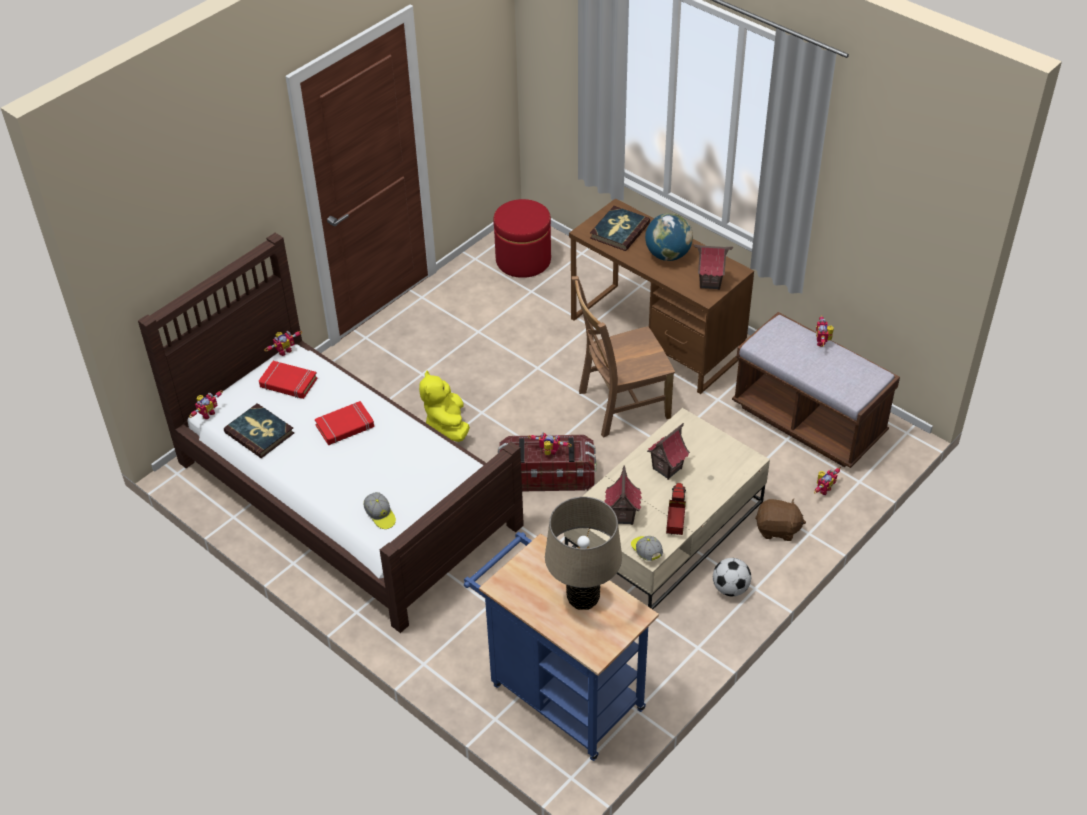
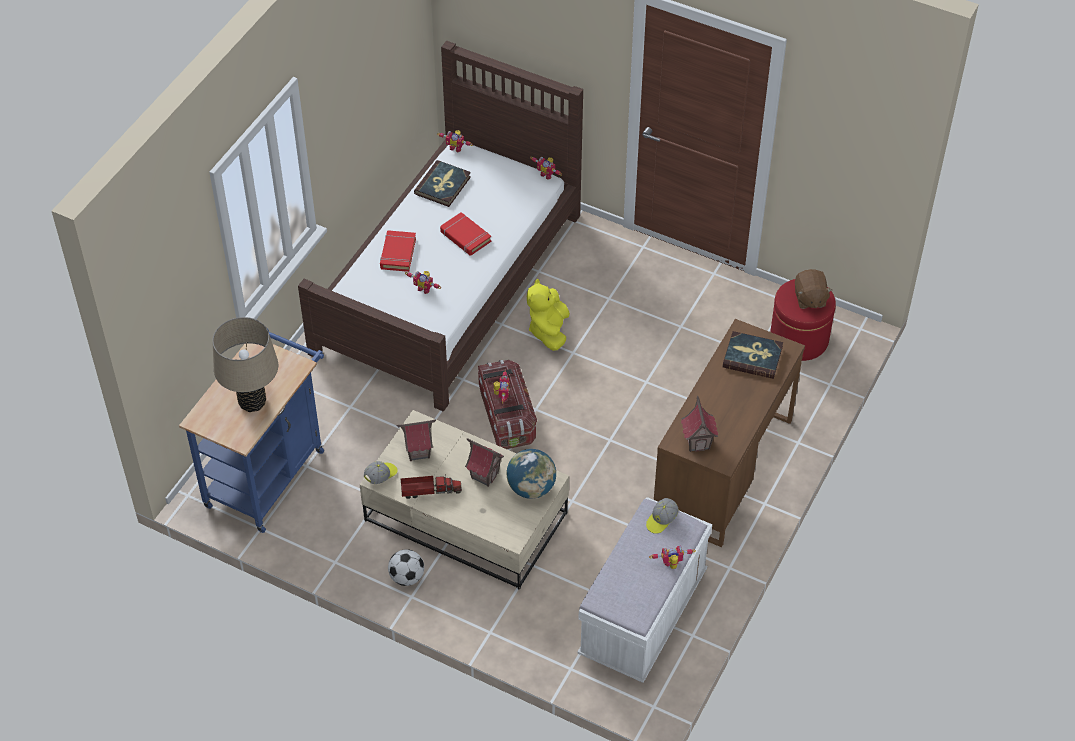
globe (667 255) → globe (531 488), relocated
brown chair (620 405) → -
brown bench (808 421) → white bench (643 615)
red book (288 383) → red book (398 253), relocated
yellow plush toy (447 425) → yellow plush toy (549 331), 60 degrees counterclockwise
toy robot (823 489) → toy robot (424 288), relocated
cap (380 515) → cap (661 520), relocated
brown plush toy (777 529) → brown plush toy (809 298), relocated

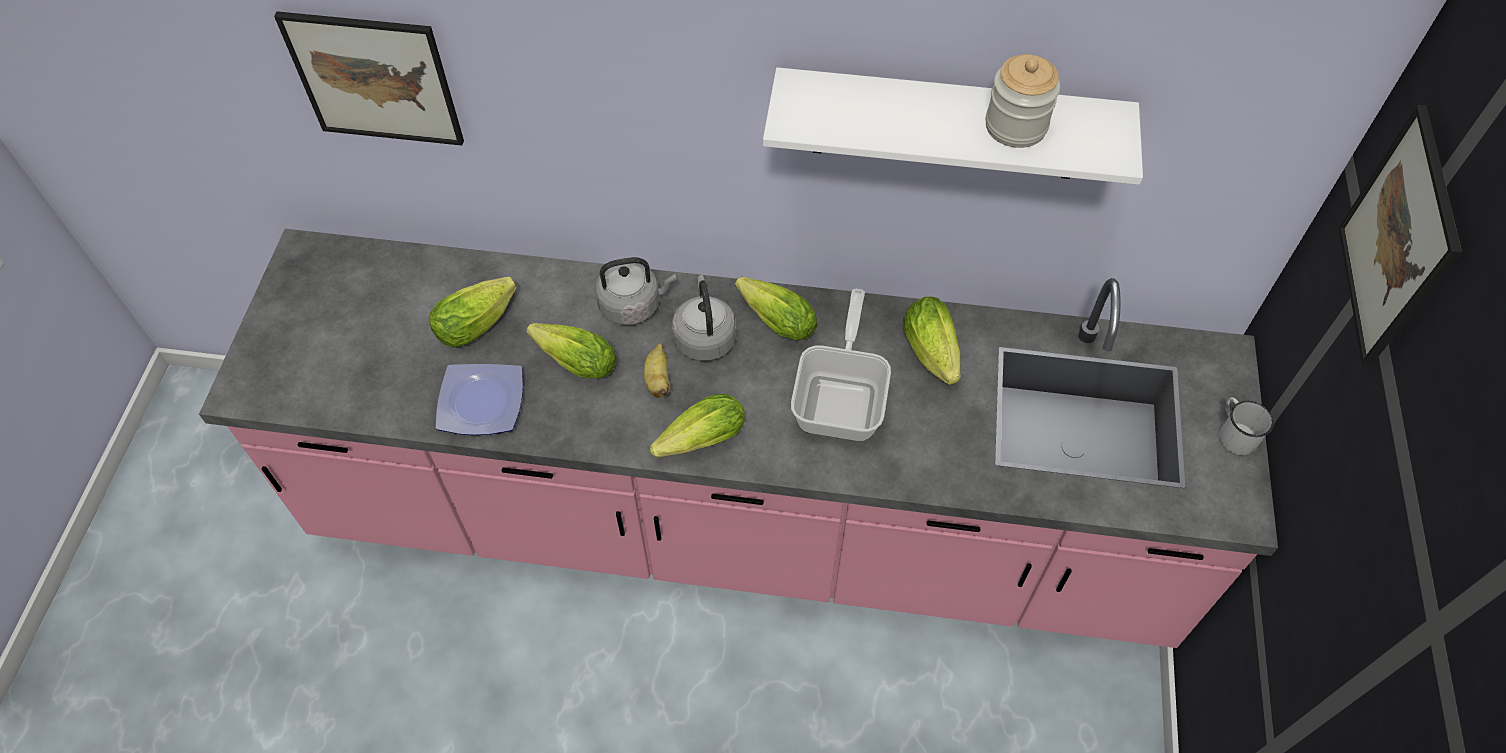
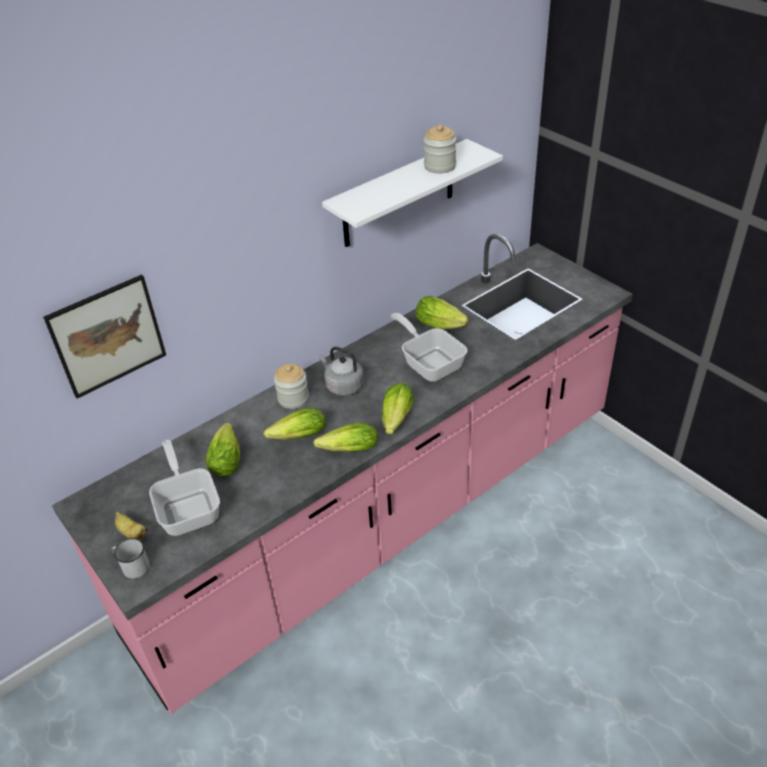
picture (1398 238) → -
grey kettle (633 305) → jar (293 398)
lettuce (773 319) → lettuce (346 450), relocated
banana (658 380) → banana (131 532), relocated
plate (483 401) → -
white mug (1234 434) → white mug (132 566), relocated
- → frying pan (189 507)

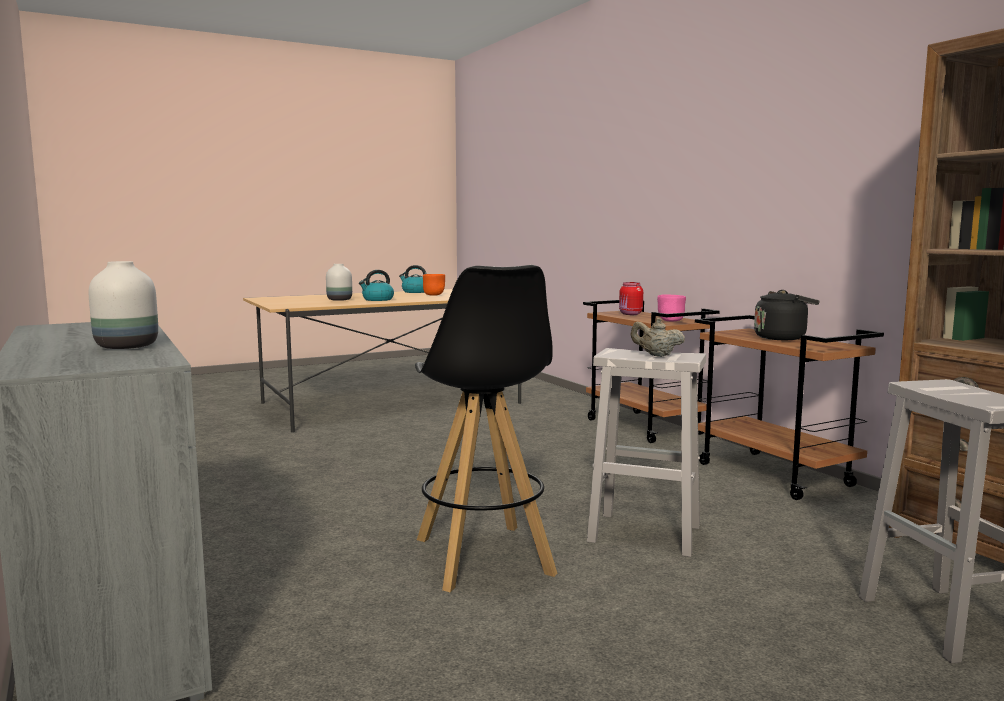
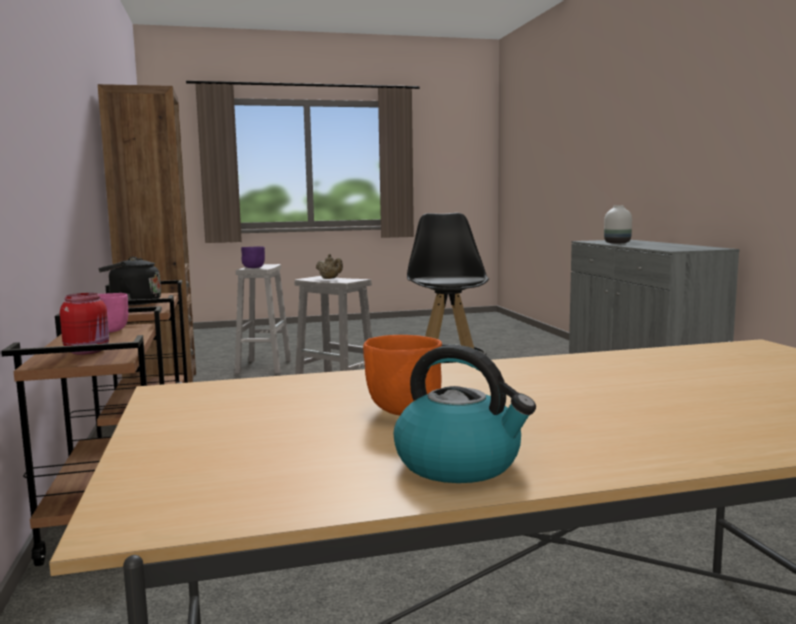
white vase (339 300) → -
kettle (377 299) → -
- → purple bowl (254 267)

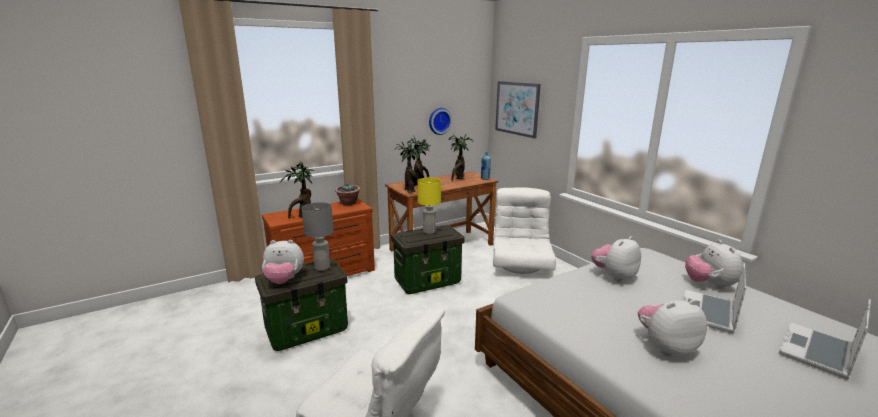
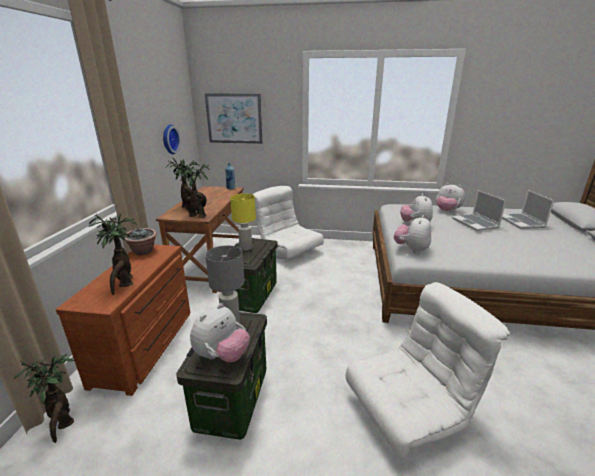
potted plant (458 178) → potted plant (63 423), relocated
plush toy (666 347) → plush toy (411 249), relocated

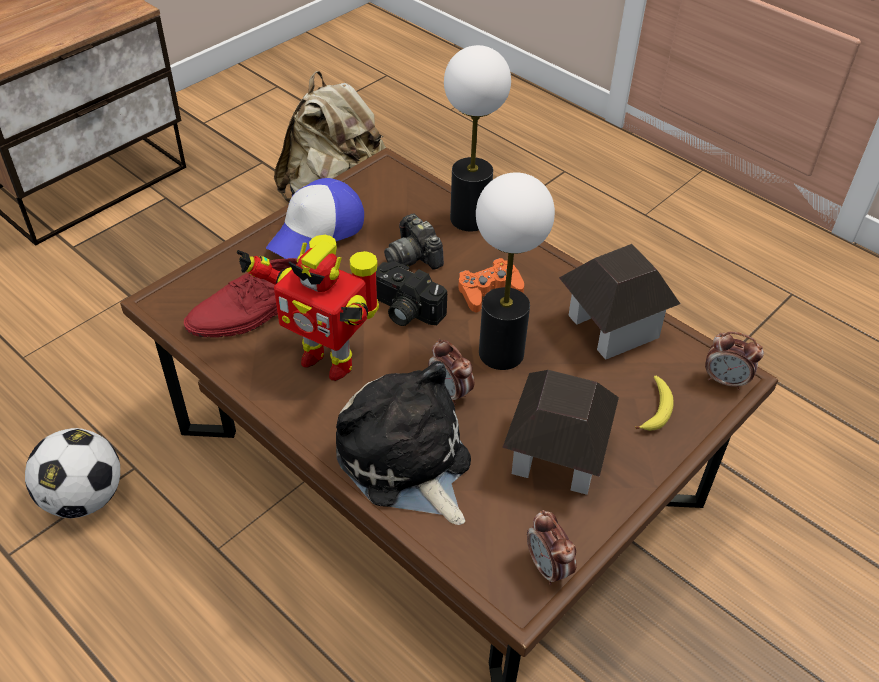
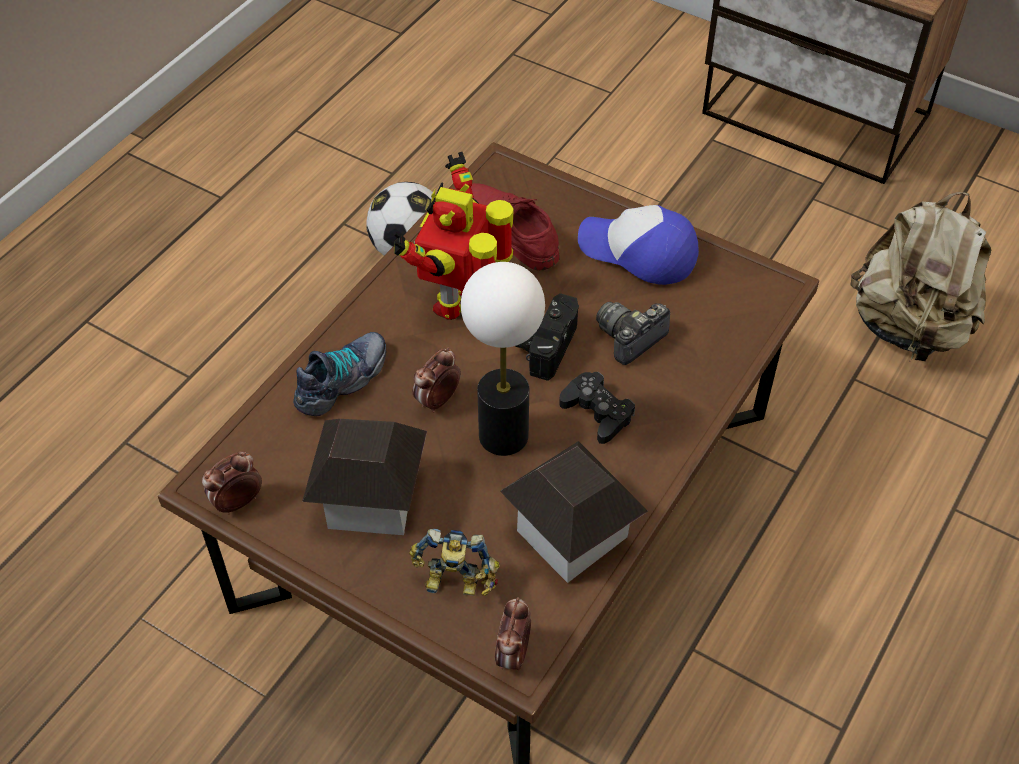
table lamp (470 218) → -
orange game controller (488 291) → black game controller (597 412)
plush toy (406 462) → shoe (343 381)
banana (656 409) → toy robot (454 585)

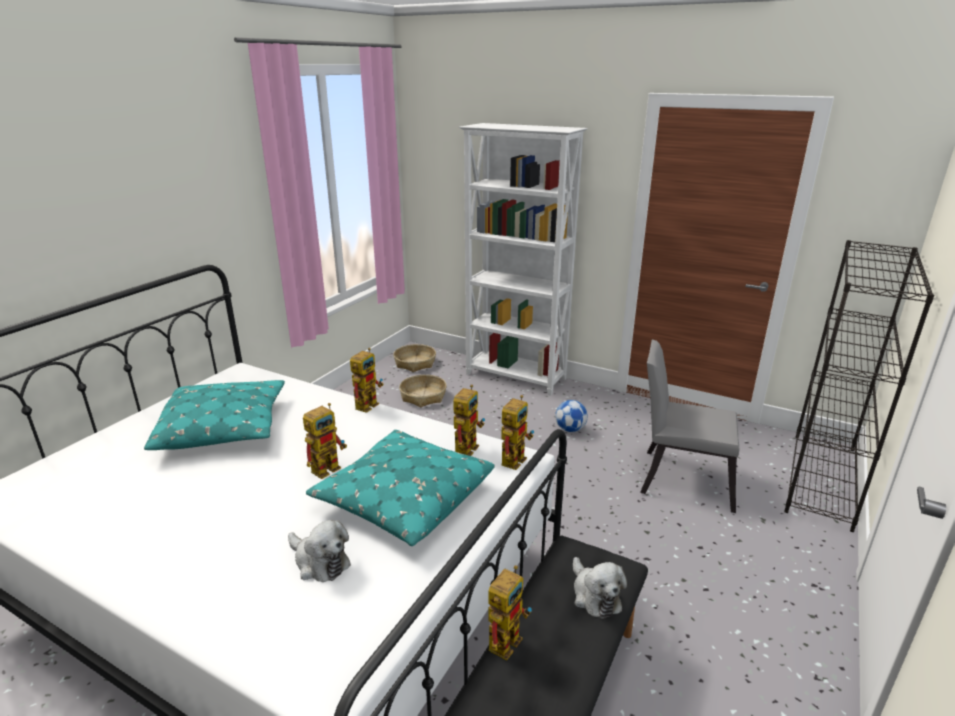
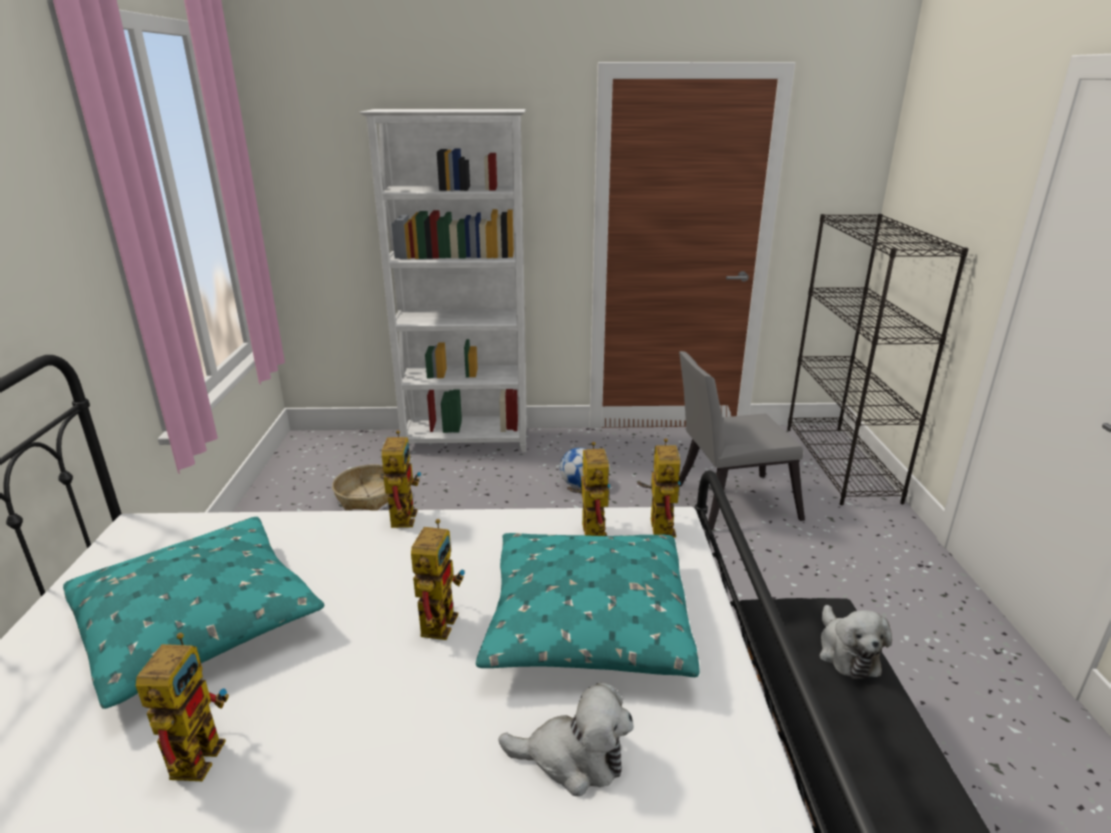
basket (415 363) → -
plush toy (594 595) → plush toy (846 652), 45 degrees clockwise
toy robot (506 637) → toy robot (199 748), relocated

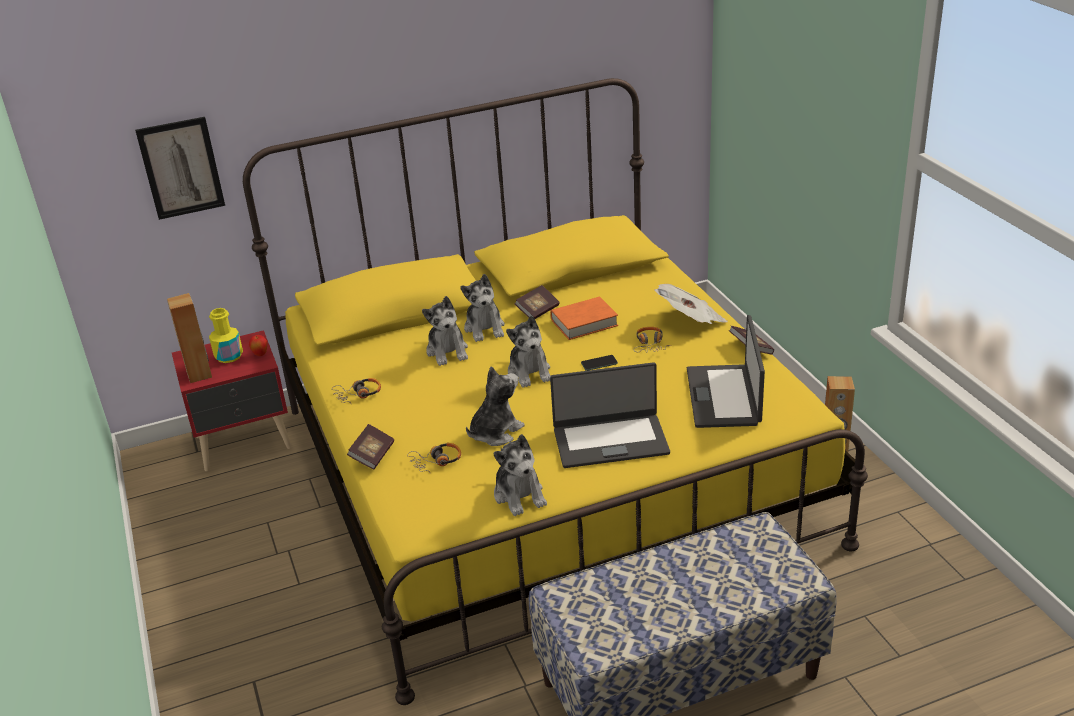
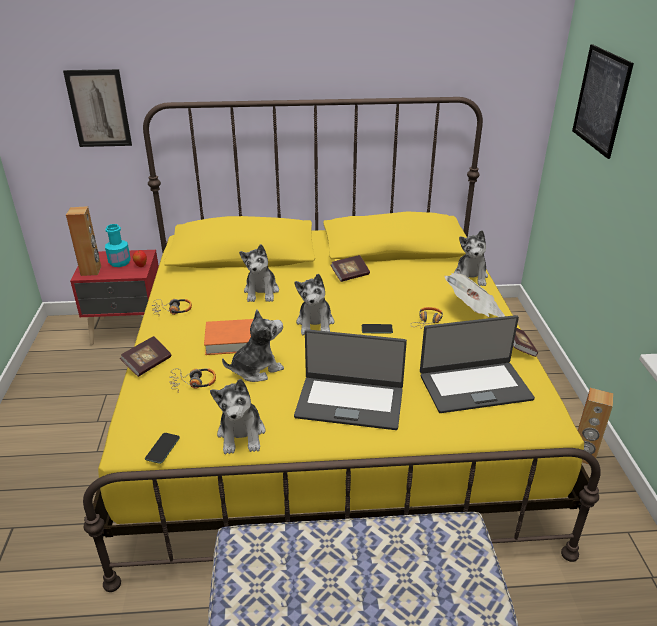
plush toy (485 328) → plush toy (471 276), relocated
orange book (584 323) → orange book (232 341), relocated
yellow bottle (229 356) → turquoise bottle (119 262)
laptop (724 397) → laptop (474 386), 120 degrees counterclockwise
- → picture (601 100)
- → phone (162 448)

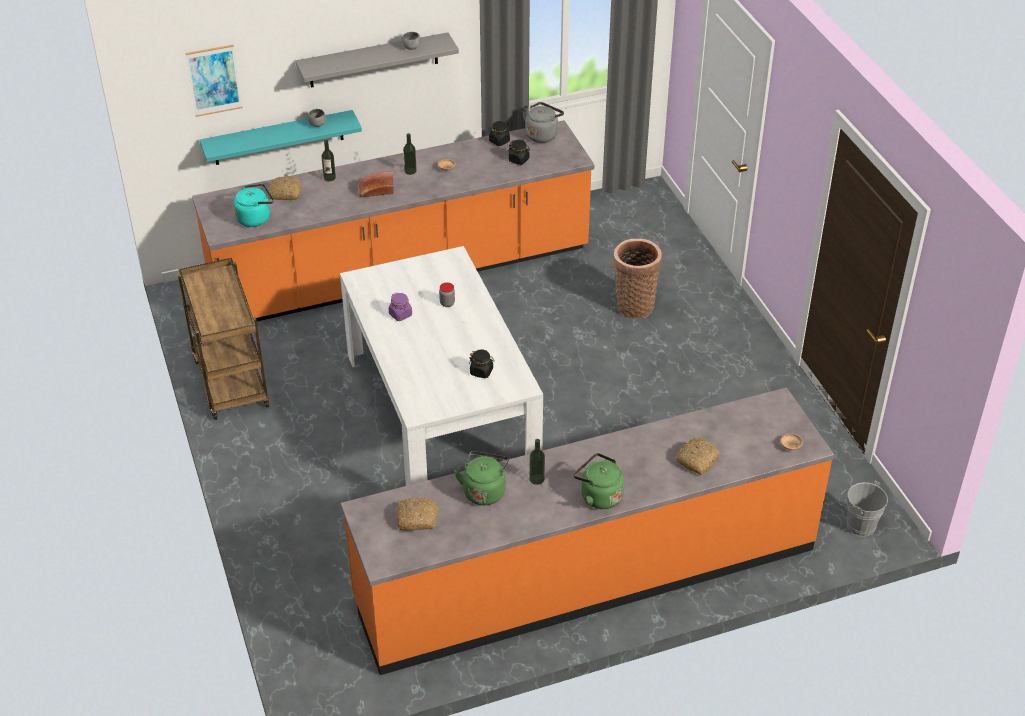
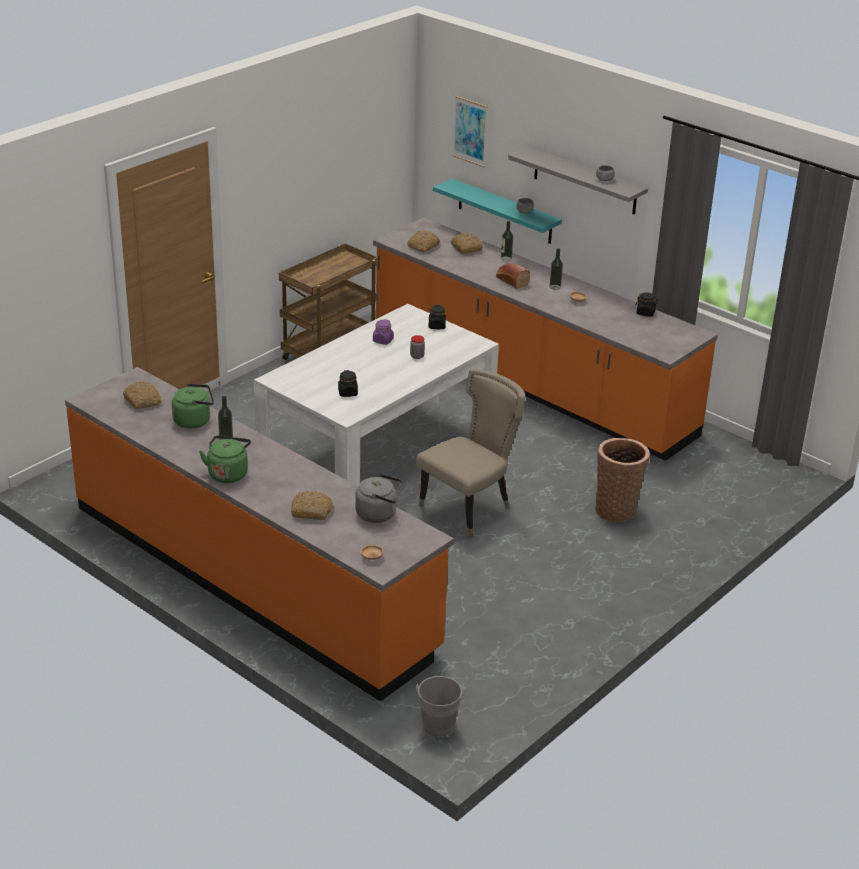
grey kettle (542 134) → grey kettle (379 514), relocated
black jar (519 160) → black jar (437 326), relocated
turquoise kettle (256 218) → bread (423 246)
- → beige chair (469 508)

